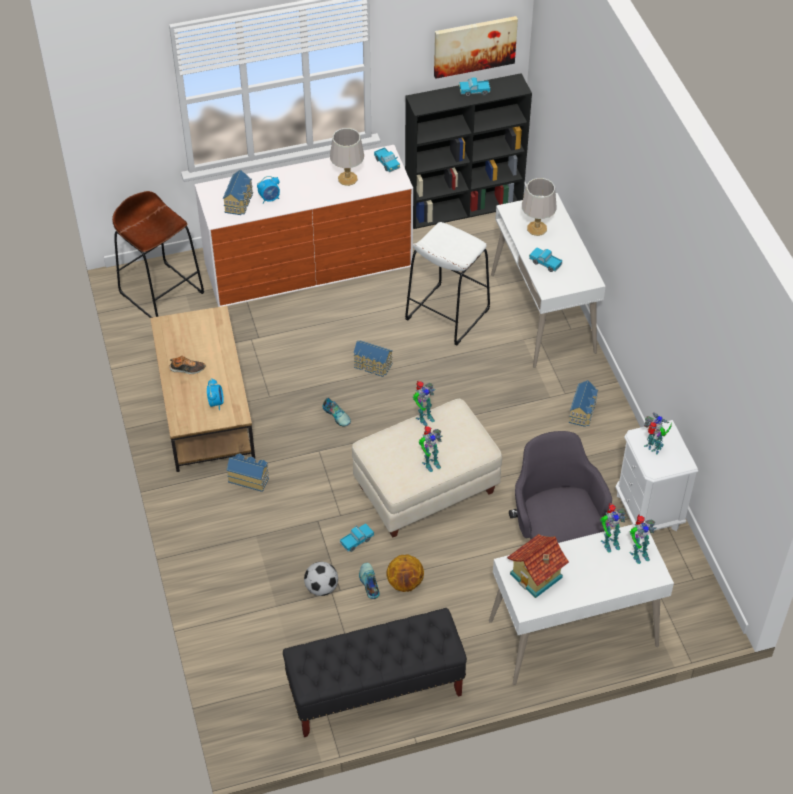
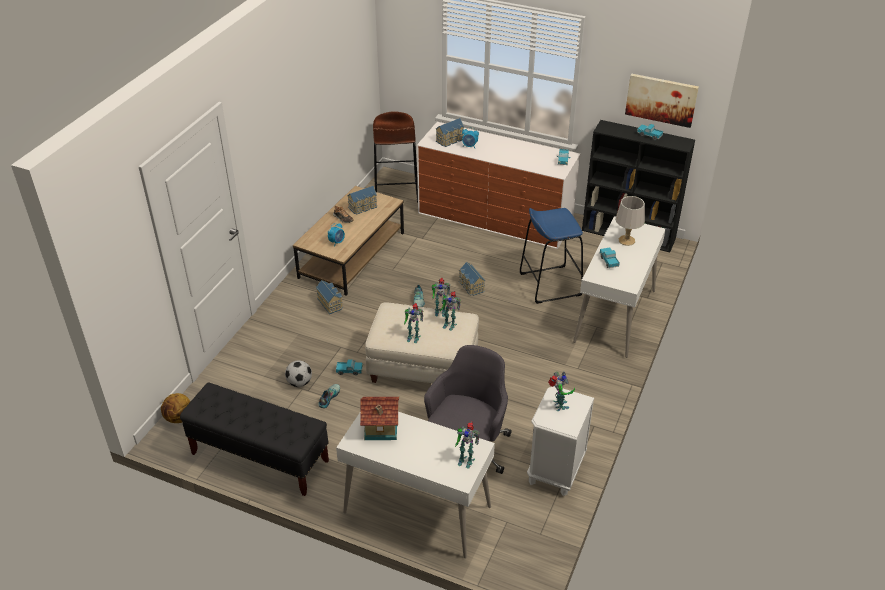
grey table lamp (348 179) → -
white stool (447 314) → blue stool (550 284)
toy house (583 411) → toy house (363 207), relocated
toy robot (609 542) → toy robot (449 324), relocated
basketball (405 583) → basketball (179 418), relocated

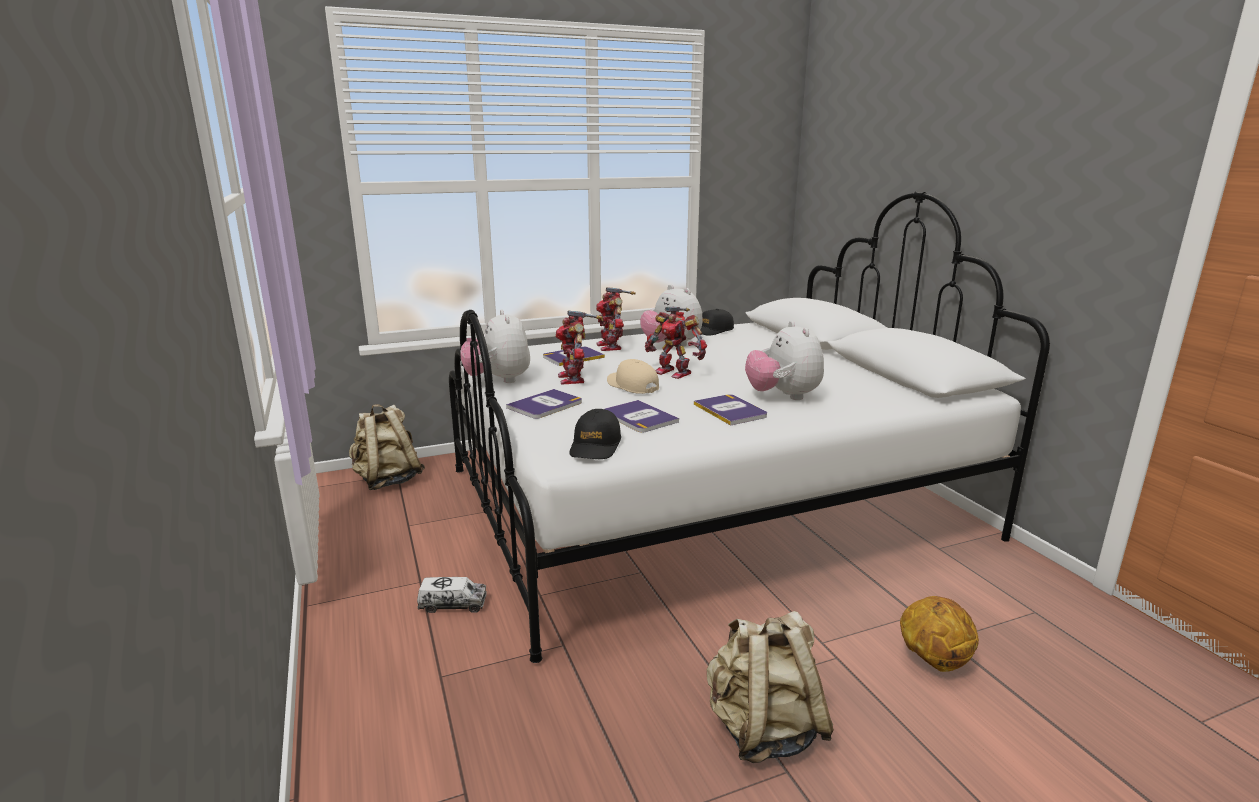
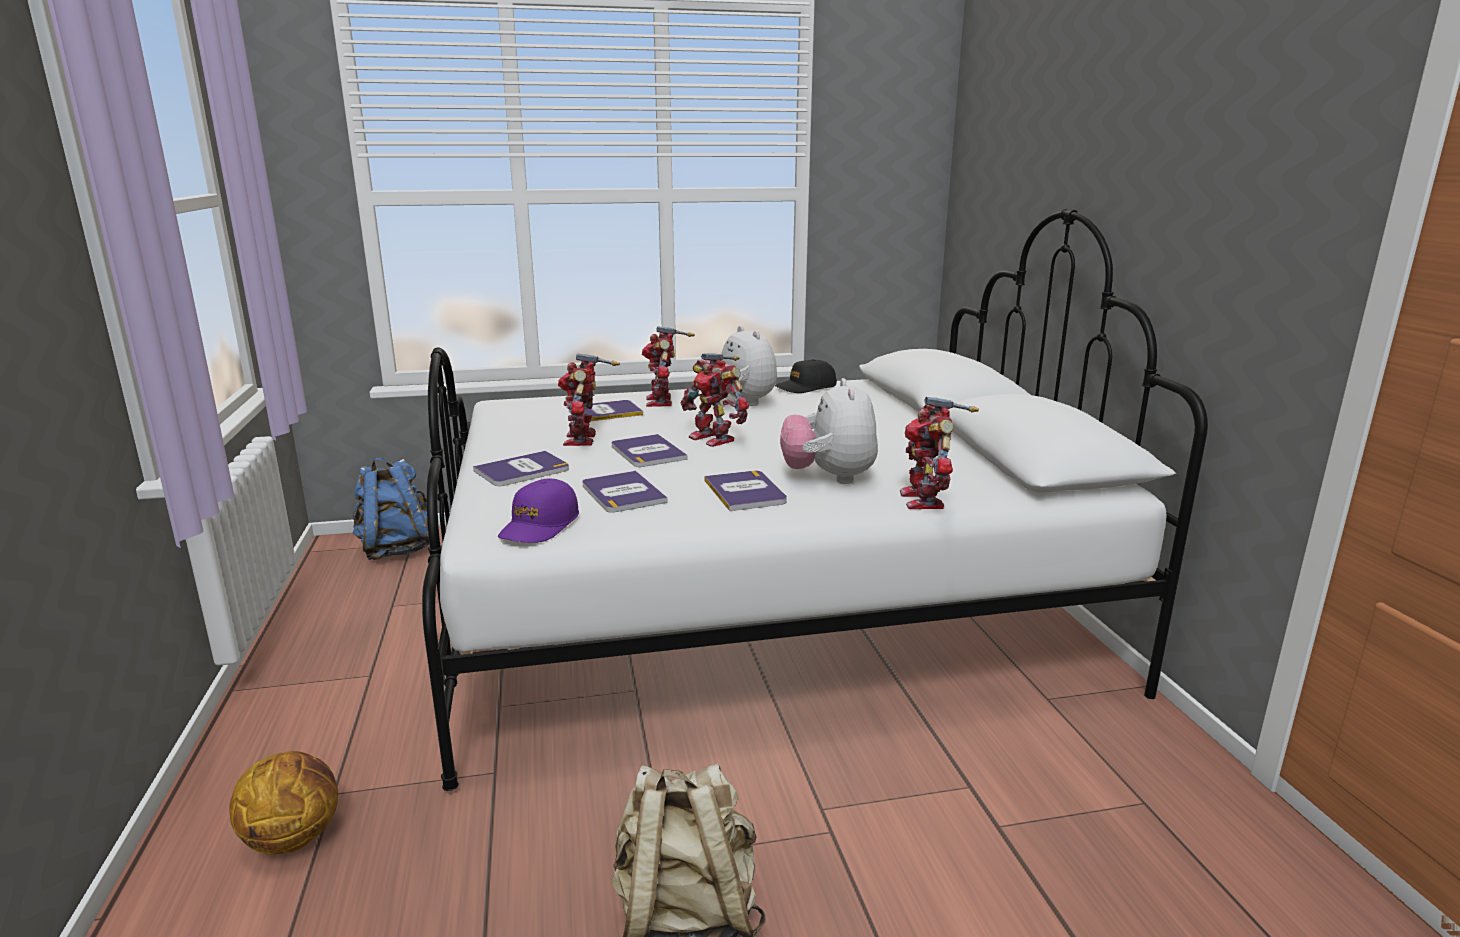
plush toy (498 380) → -
beige cap (632 385) → book (647 452)
beige backpack (388 480) → blue backpack (397 550)
black cap (595 446) → purple cap (540 526)
toy truck (453 604) → -
basketball (932 660) → basketball (294 837), relocated
- → toy robot (925 500)

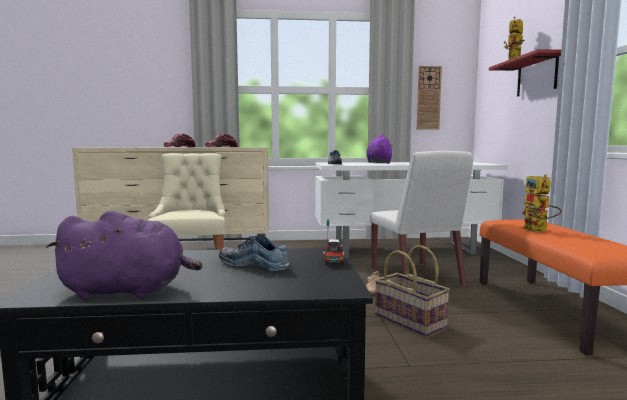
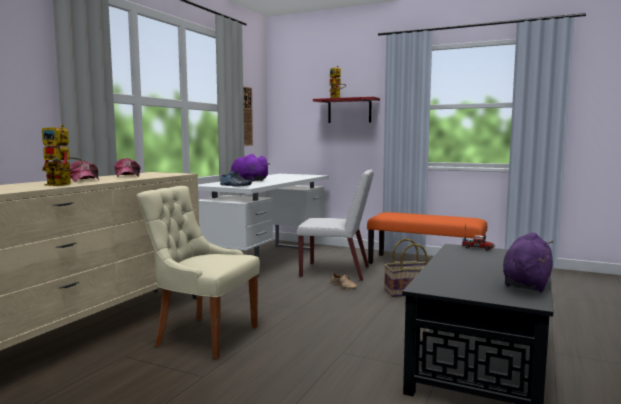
toy robot (539 231) → toy robot (63 185), relocated
shoe (255 264) → -

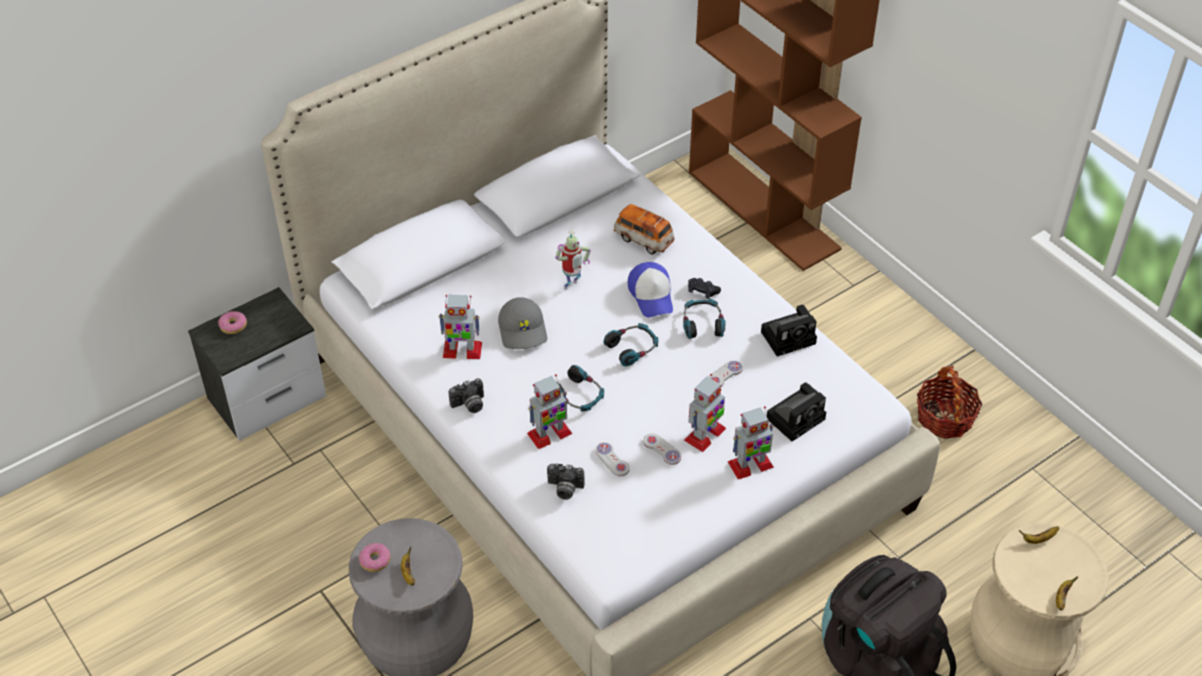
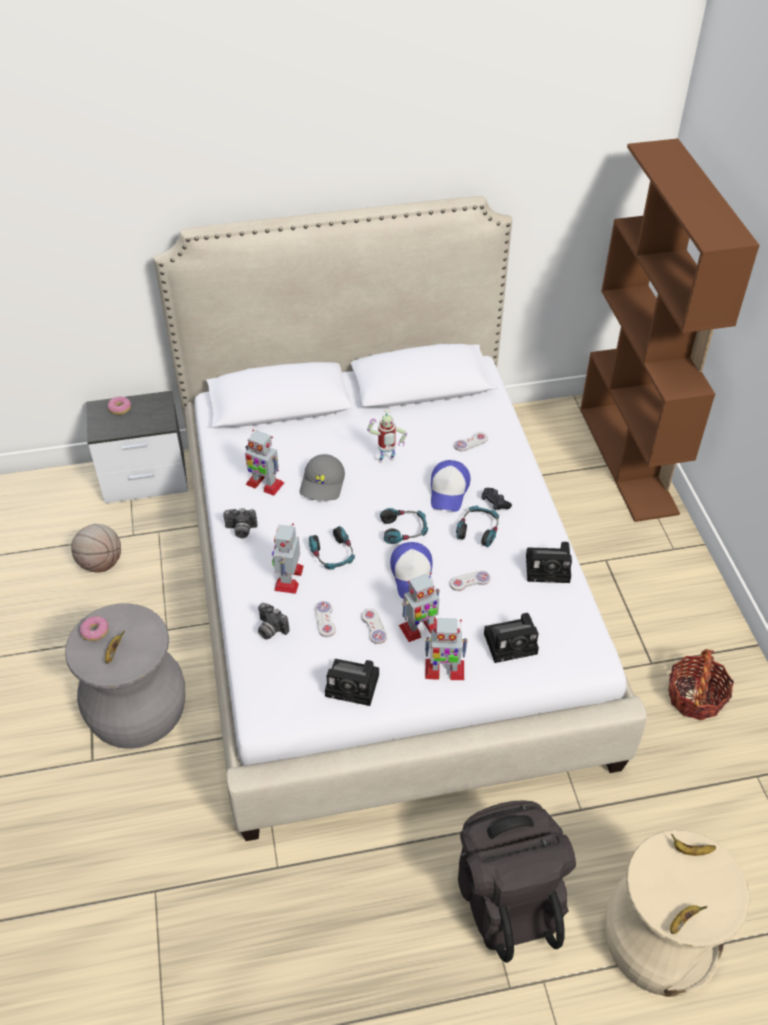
toy car (643 239) → white game controller (470 442)
toy robot (549 434) → toy robot (288 577), 105 degrees clockwise
- → basketball (101 563)
- → cap (412 575)
- → photo camera (355 685)

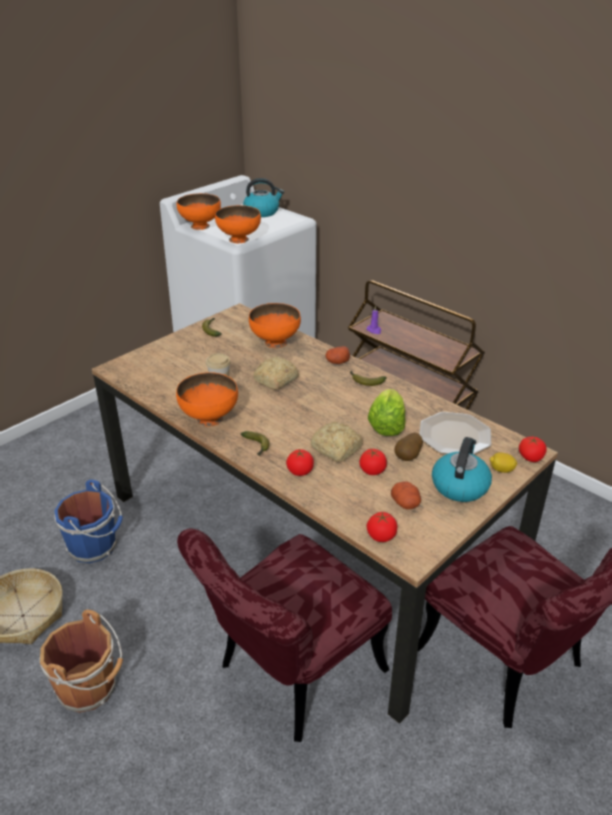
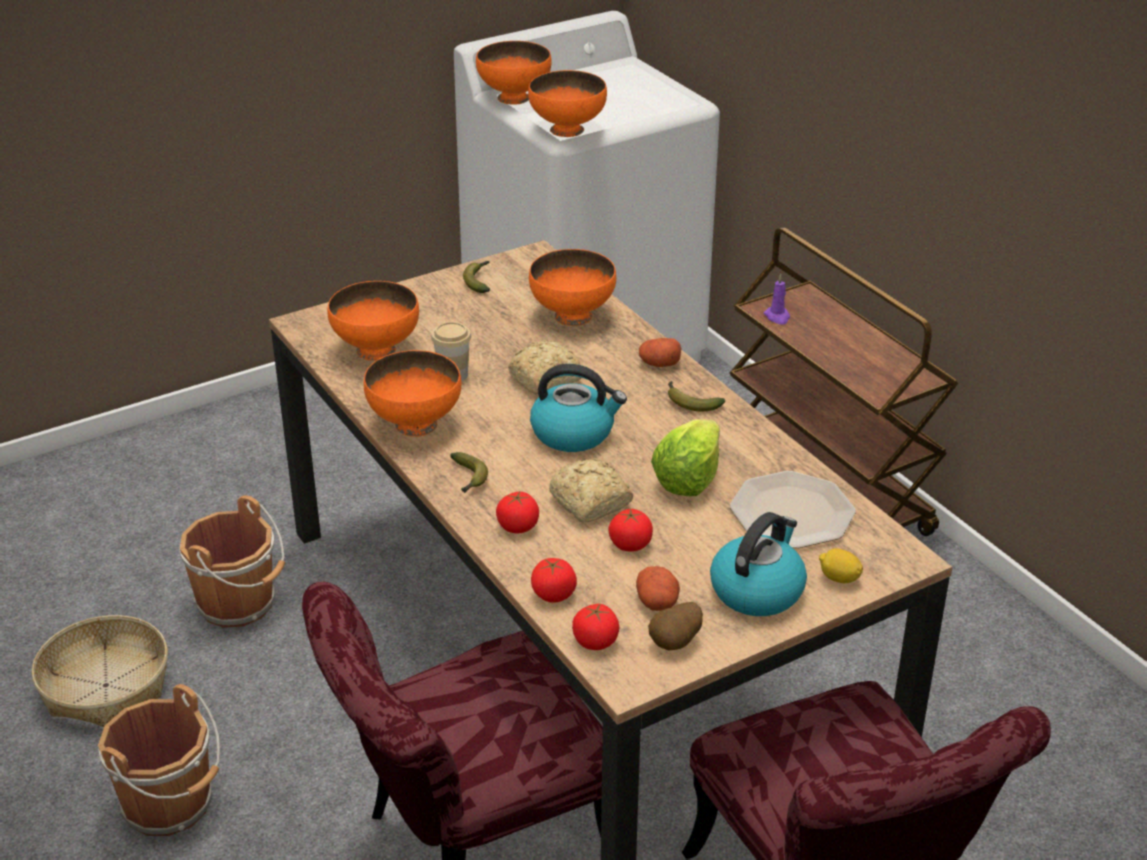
kettle (262 212) → kettle (574 433), relocated
potato (408 457) → potato (676 643), relocated
tomato (530 457) → tomato (554 594), relocated
blue bucket (95 546) → brown bucket (240 603)
- → orange bowl (377 350)

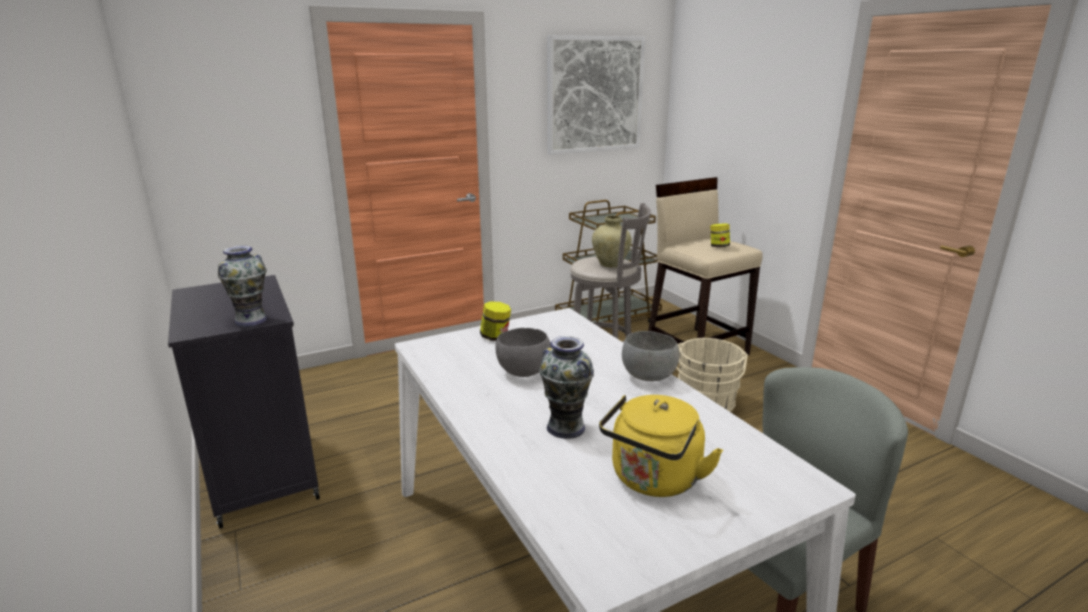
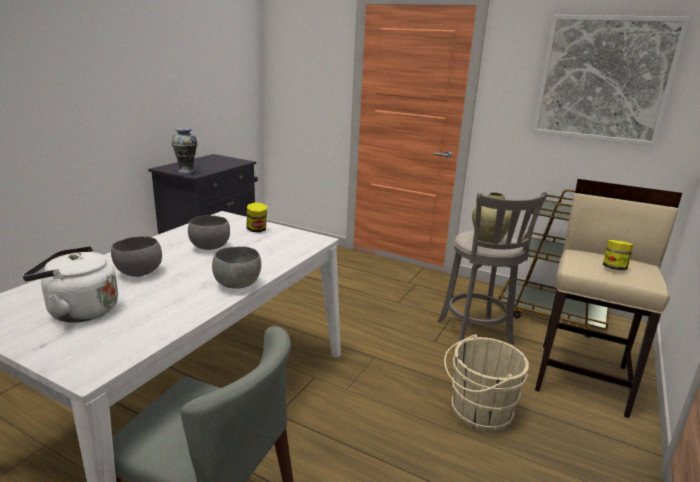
vase (565 428) → grey bowl (138 273)
yellow kettle (653 480) → white kettle (79 311)

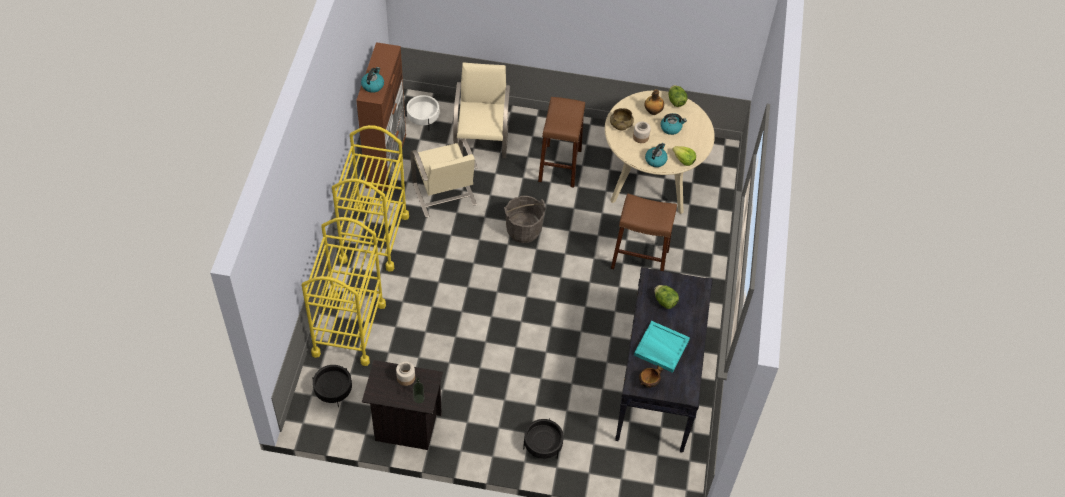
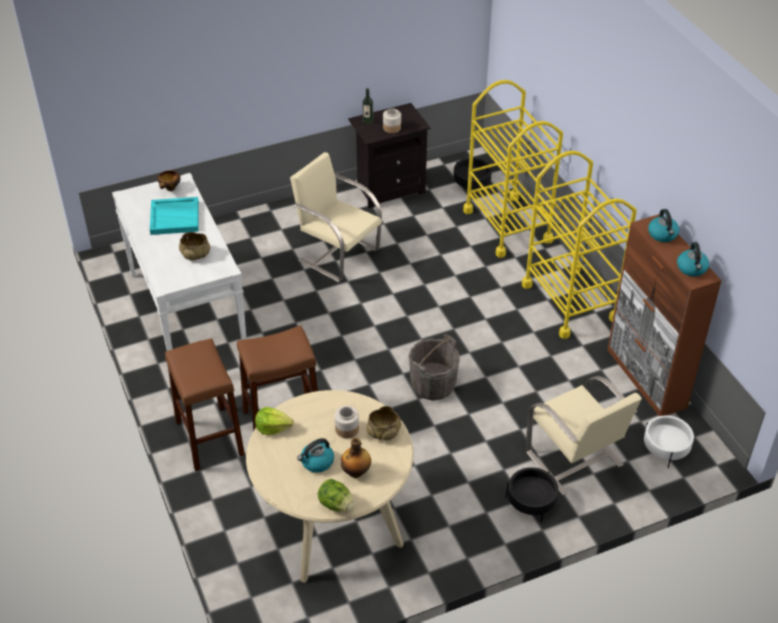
brown stool (560 165) → brown stool (209 438), relocated
beige chair (444 195) → beige chair (338 254), relocated
kettle (655 160) → kettle (692 268), relocated
black console table (657 386) → white console table (187 313)
lettuce (665 302) → beige bowl (195 254)
black planter (543 445) → black planter (531 502), relocated

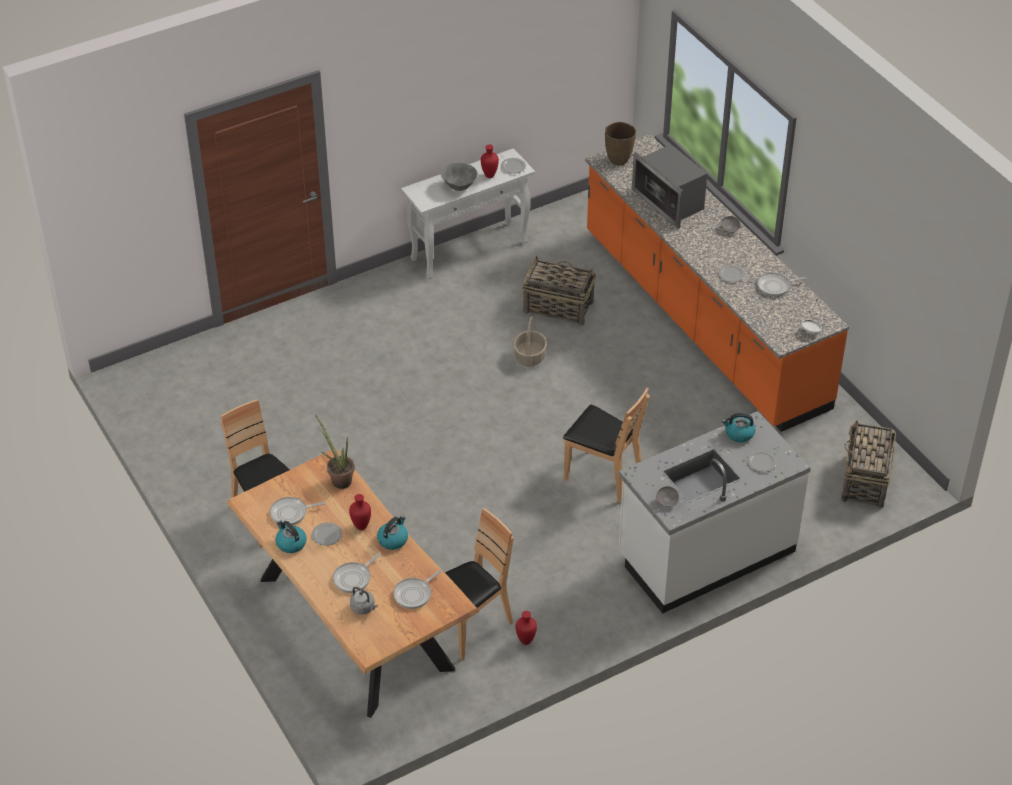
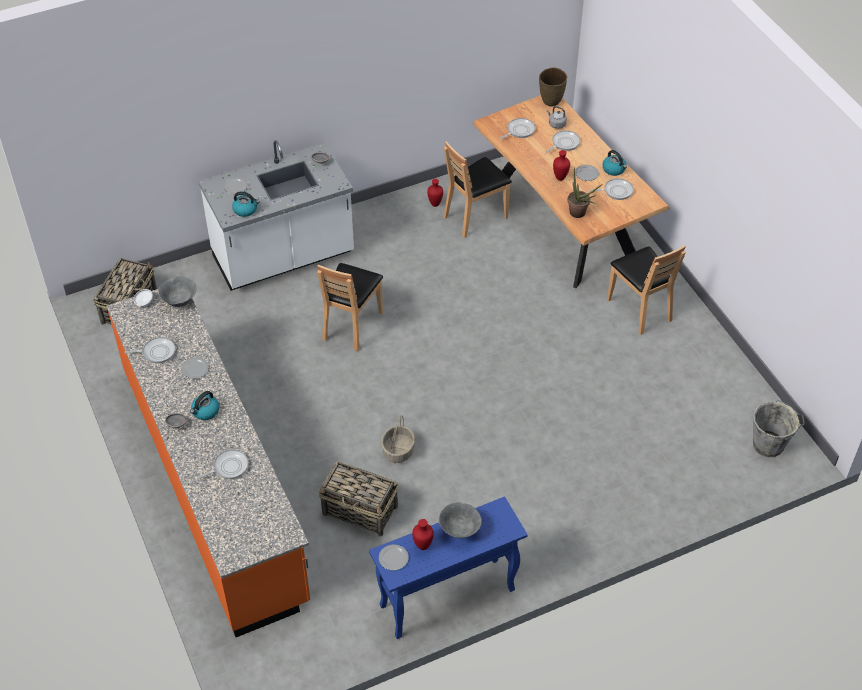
brown vase (618 159) → brown vase (551 101), relocated
microwave (670 201) → frying pan (228 467)
white console table (470 250) → blue console table (446 598)
brown chair (603 476) → brown chair (351 325), 105 degrees counterclockwise
kettle (393 539) → kettle (205 411), relocated
- → grey bowl (180 301)
- → grey bucket (769 445)

